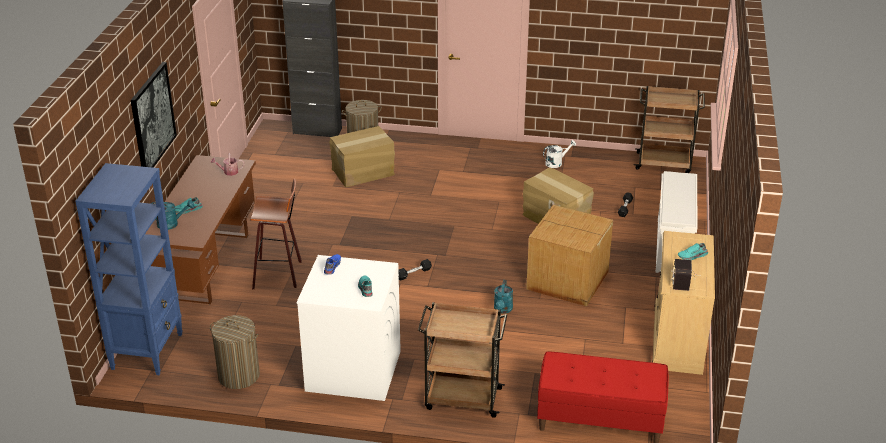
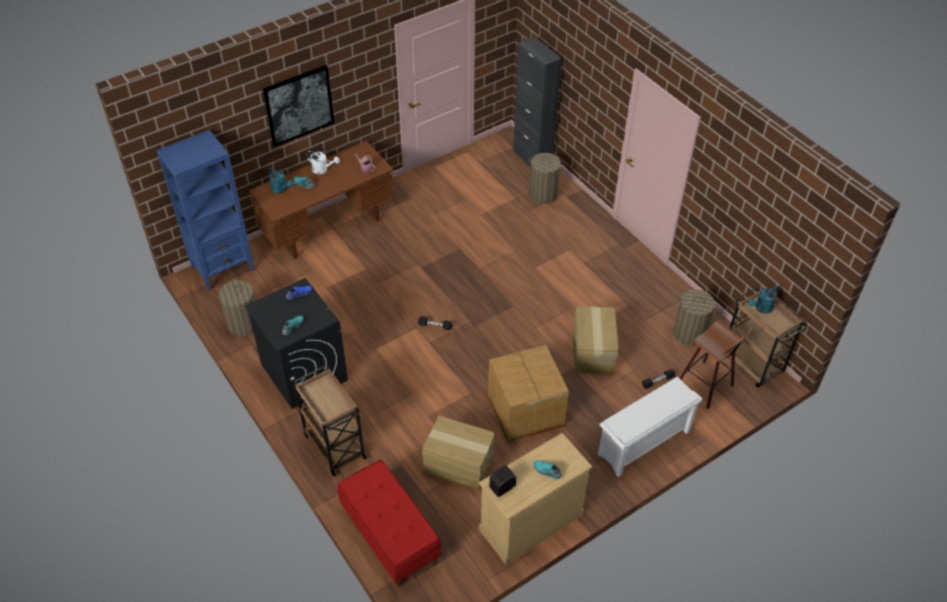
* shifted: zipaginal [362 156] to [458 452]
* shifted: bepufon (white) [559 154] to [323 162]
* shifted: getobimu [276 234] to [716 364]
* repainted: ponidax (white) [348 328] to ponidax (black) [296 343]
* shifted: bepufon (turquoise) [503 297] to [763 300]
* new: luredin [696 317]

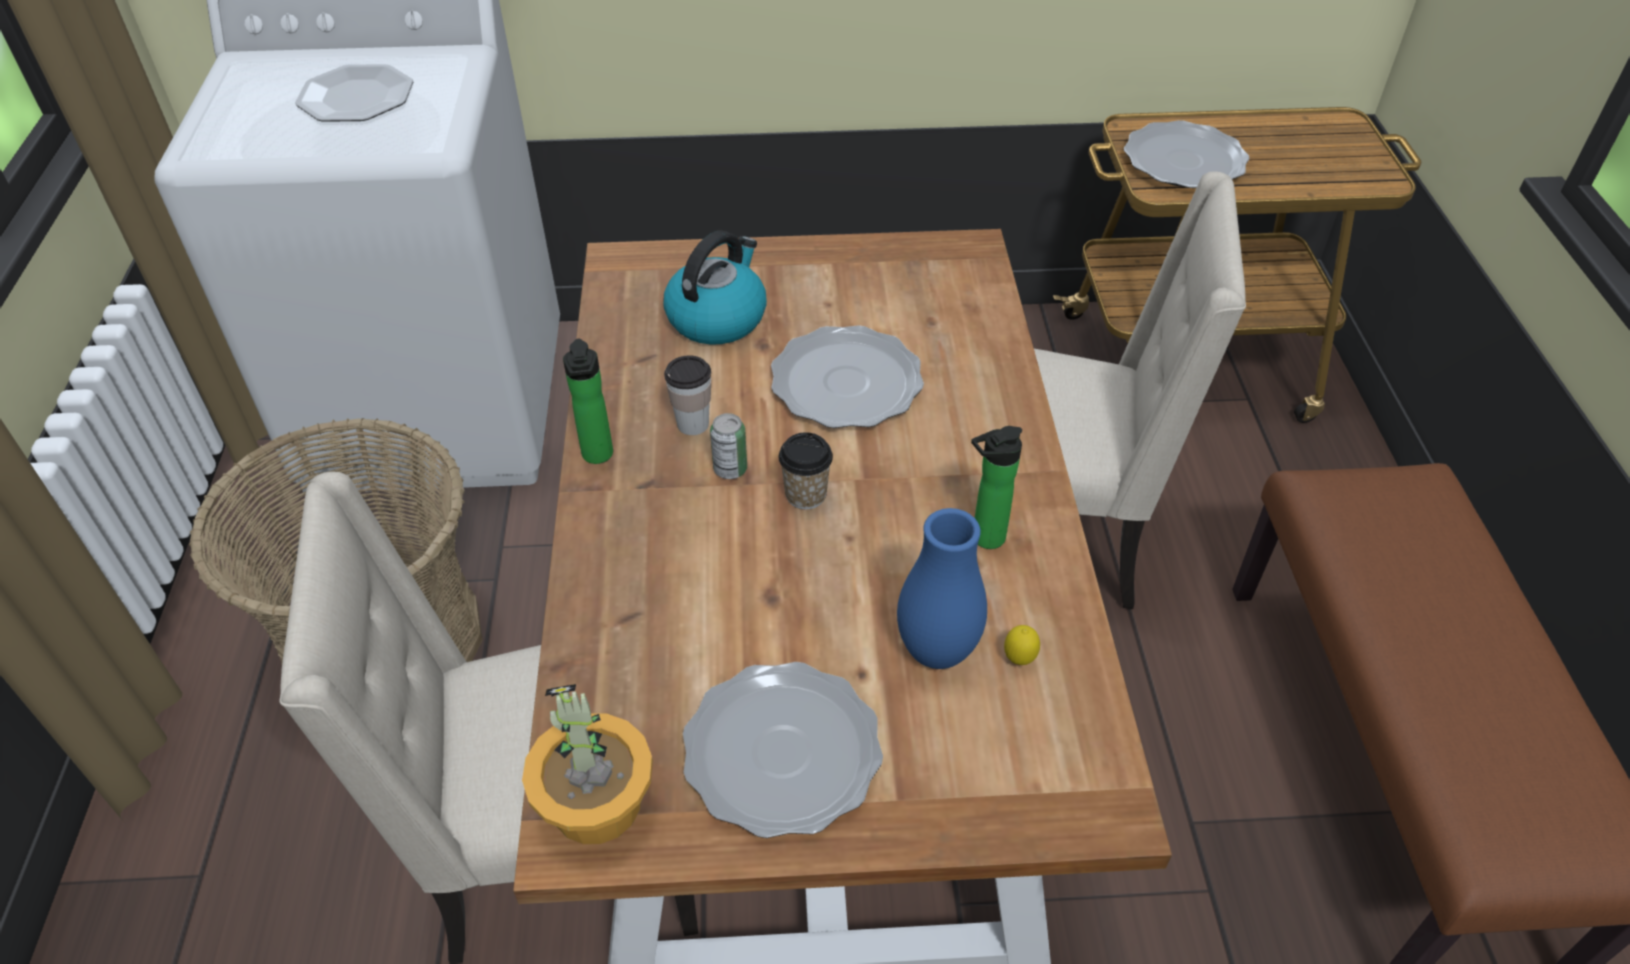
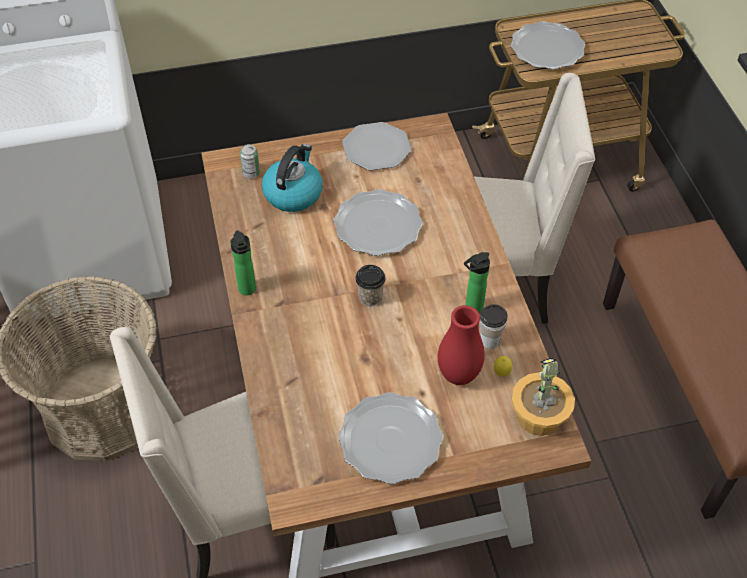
* shifted: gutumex [354 93] to [376 146]
* shifted: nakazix [687 395] to [494 326]
* shifted: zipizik [728 446] to [250 161]
* repainted: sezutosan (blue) [942 588] to sezutosan (red) [461 345]
* shifted: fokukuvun [587 764] to [543 397]

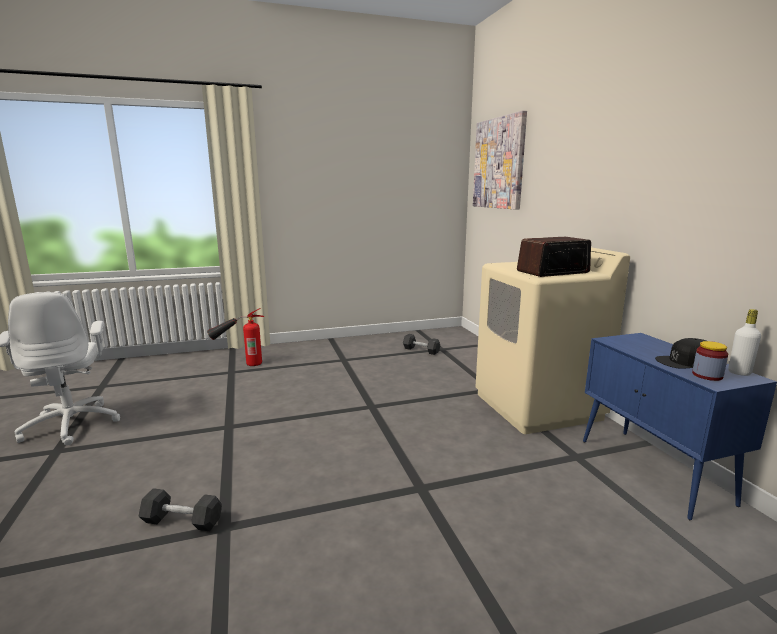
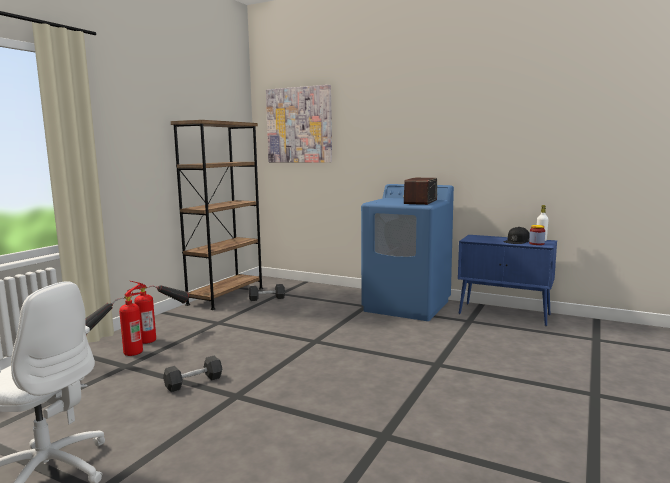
* repainted: ponidax (beige) [553 340] to ponidax (blue) [407 252]
* shifted: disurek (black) [180 509] to [192 374]
* new: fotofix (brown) [217 215]
* new: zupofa [158 312]

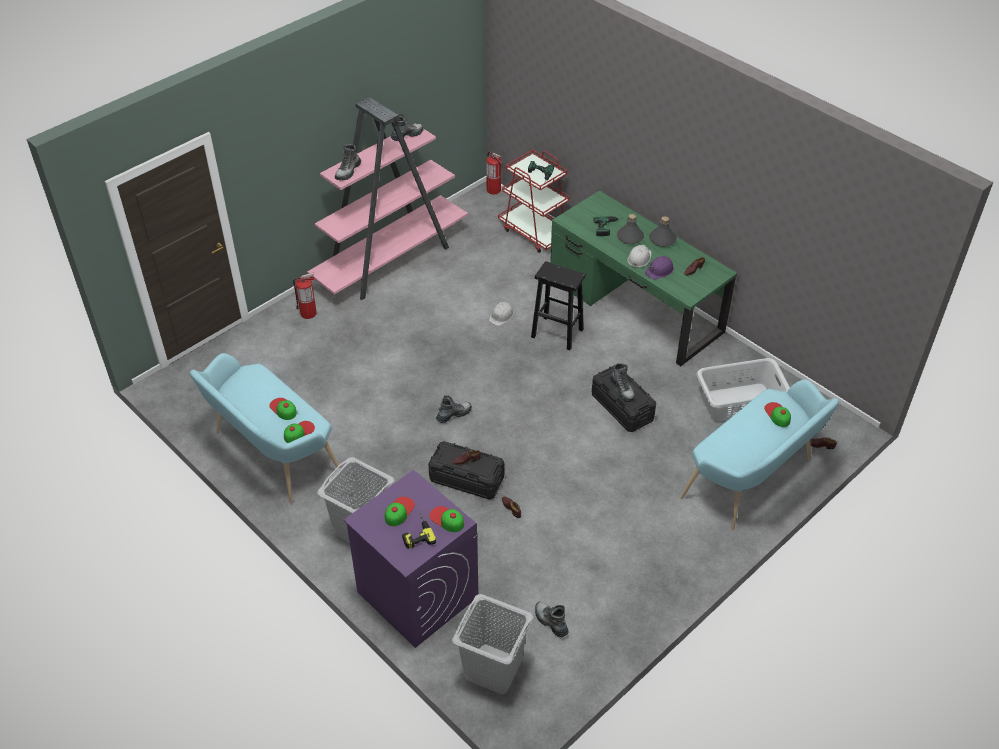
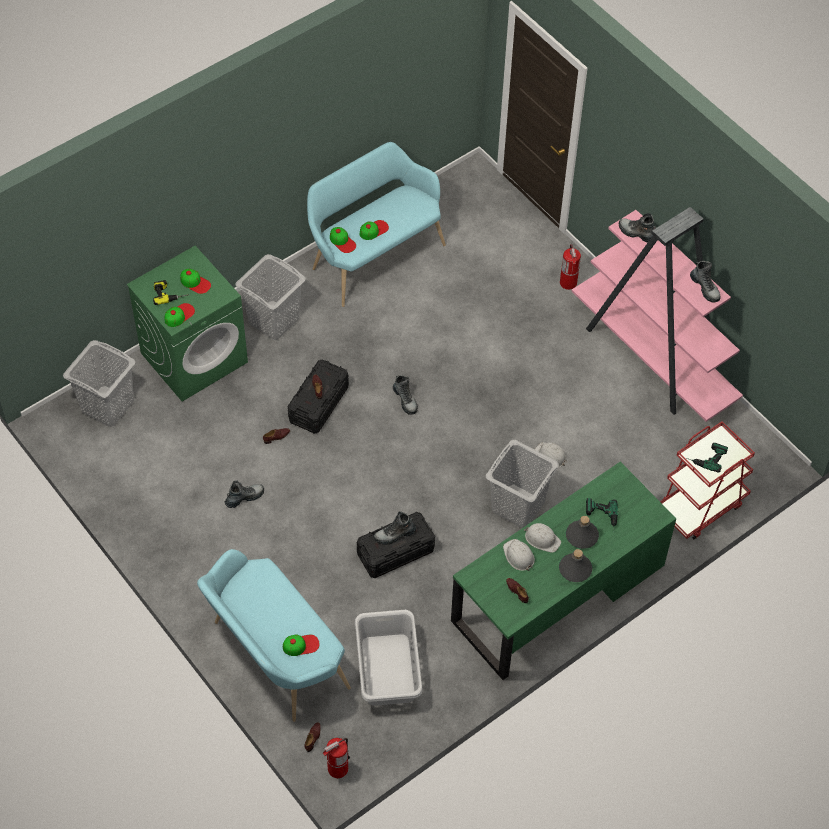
* shifted: zupofa [494 173] to [336 758]
* repainted: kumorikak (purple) [659 267] to kumorikak (white) [519 555]
* swapped: getobimu (black) [558 305] to luredin (grey) [522 484]
* repainted: ponidax (purple) [411 559] to ponidax (green) [187 324]
* shifted: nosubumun [551 619] to [244 494]

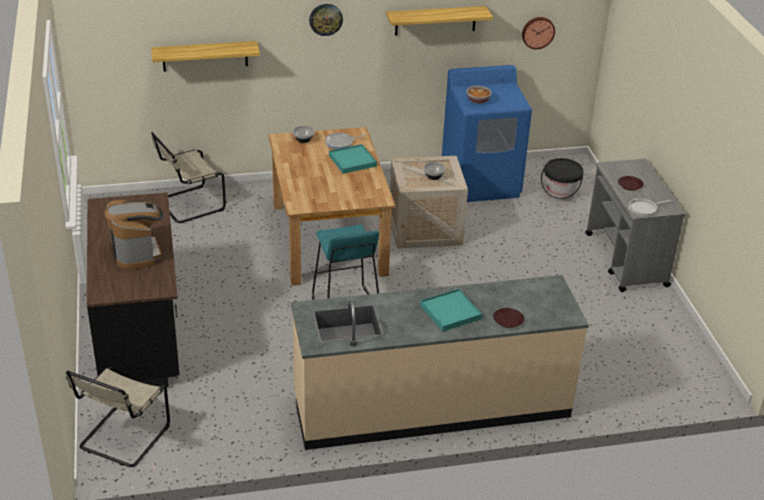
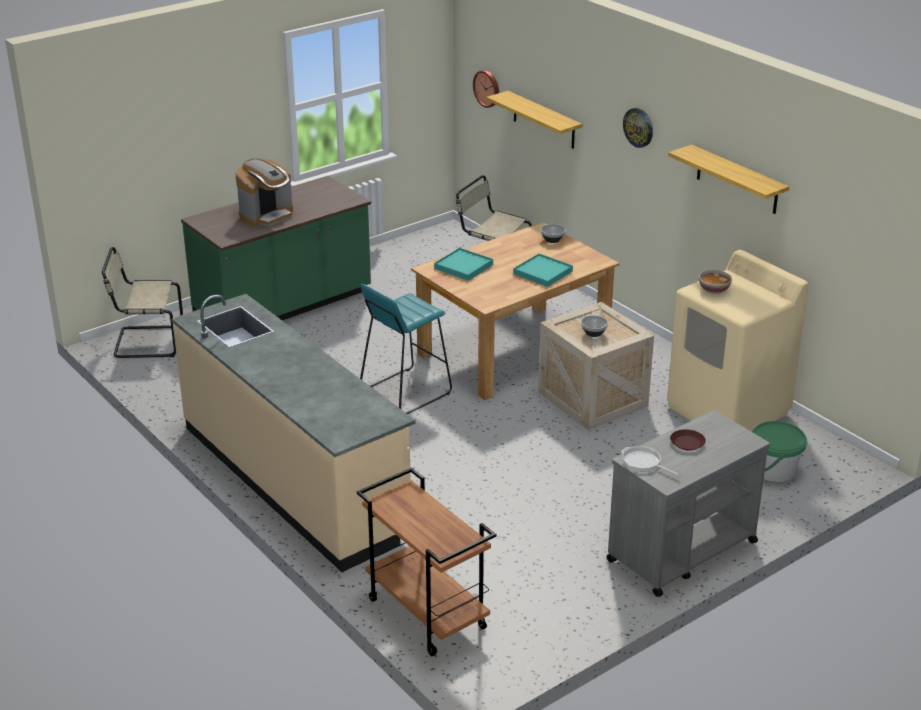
* shifted: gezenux [538 33] to [486 89]
* repainted: ponidax (blue) [487 133] to ponidax (beige) [737 341]
* gone: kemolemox [345 141]
* repainted: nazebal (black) [562 179] to nazebal (green) [779 451]
* repainted: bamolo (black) [133 289] to bamolo (green) [276 248]
* shifted: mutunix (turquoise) [451 310] to [463 264]
* gone: gutumex (brown) [508 318]
* new: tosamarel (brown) [426 562]

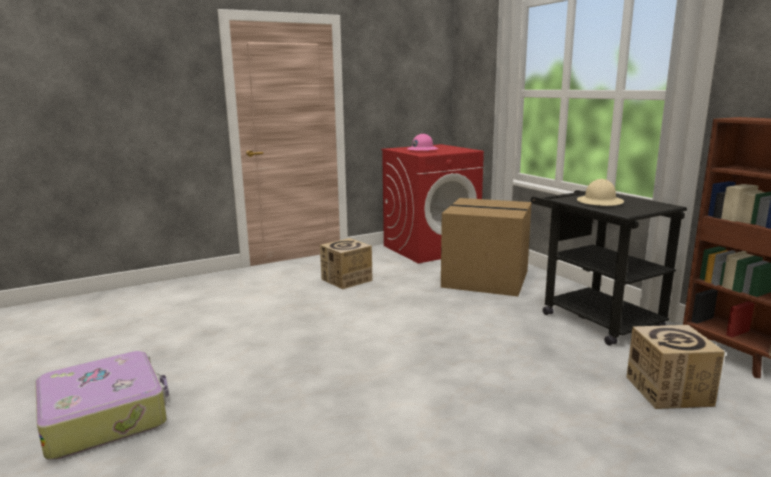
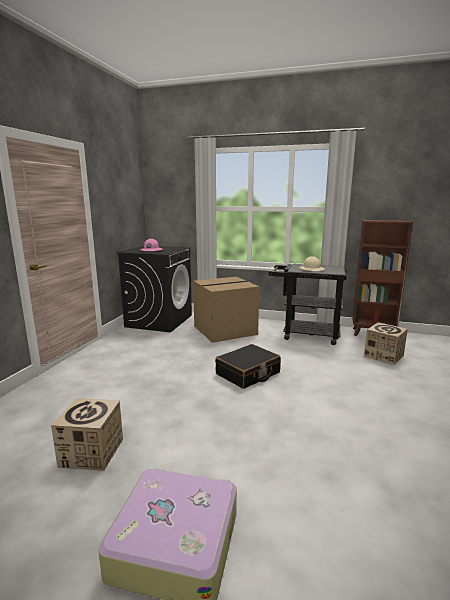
* repainted: ponidax (red) [432 203] to ponidax (black) [154 289]
* shifted: zipaginal [346 263] to [87 434]
* new: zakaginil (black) [248 366]

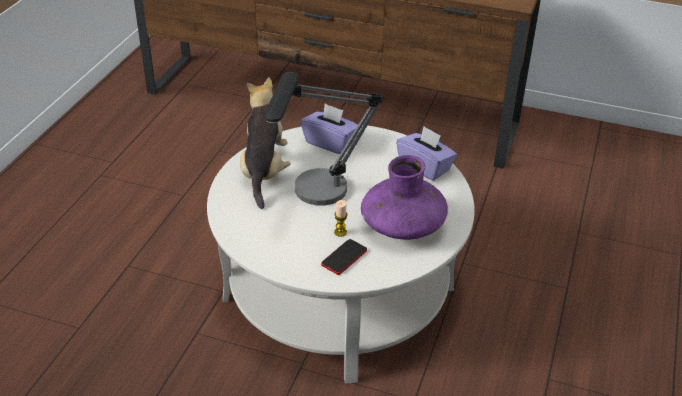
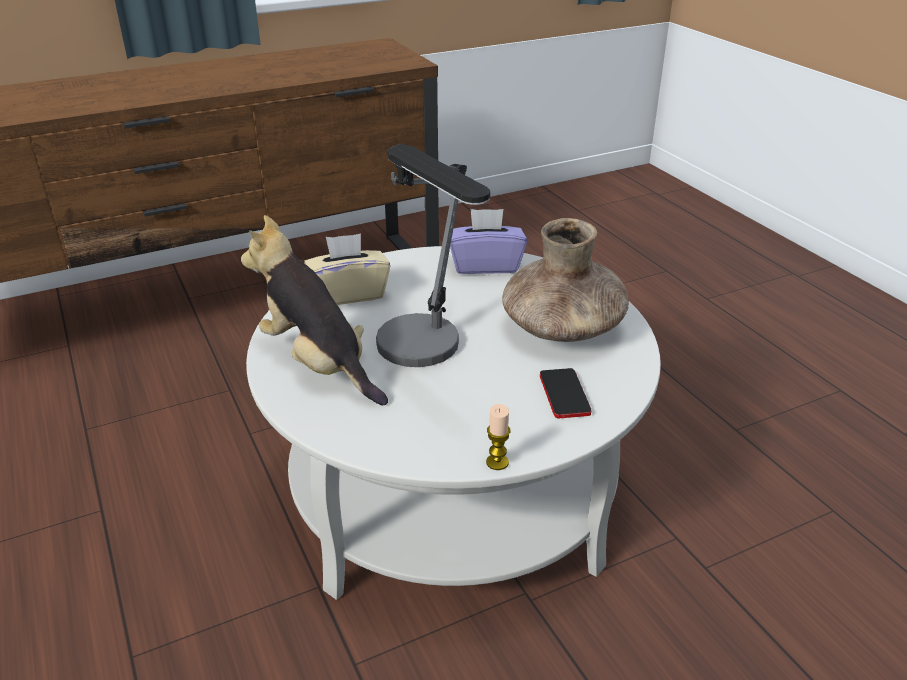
* repainted: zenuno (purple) [329 128] to zenuno (beige) [347 269]
* repainted: sezutosan (purple) [404 197] to sezutosan (brown) [565 280]
* shifted: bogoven [341 218] to [498 437]

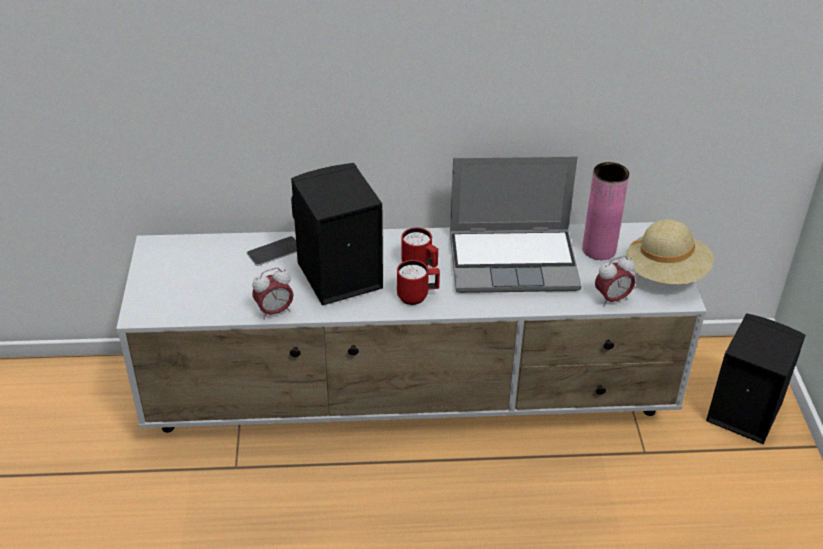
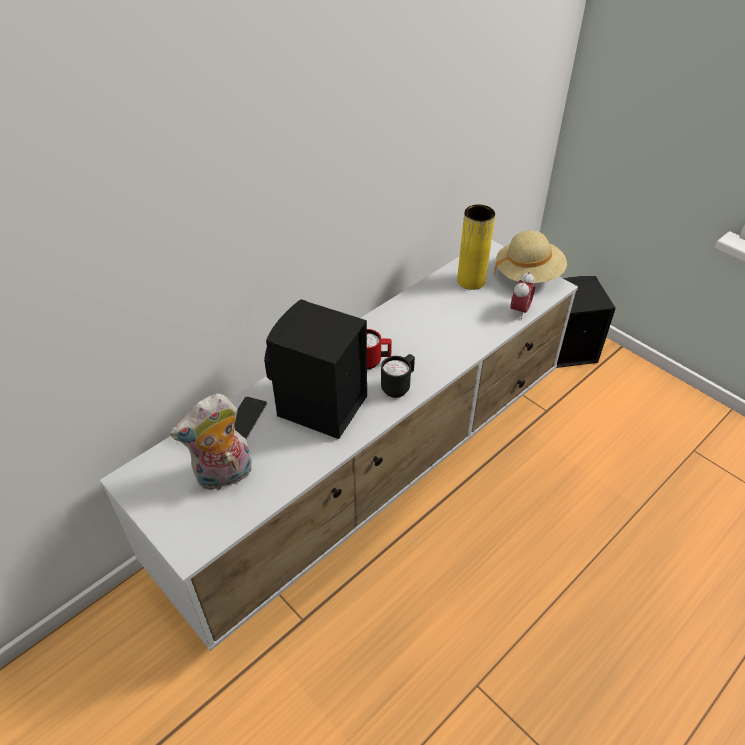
* gone: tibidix [516 224]
* repainted: sezutosan (pink) [605 211] to sezutosan (yellow) [476 247]
* repainted: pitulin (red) [418 282] to pitulin (black) [398 376]
* gone: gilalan [273 293]
* new: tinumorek [211 442]

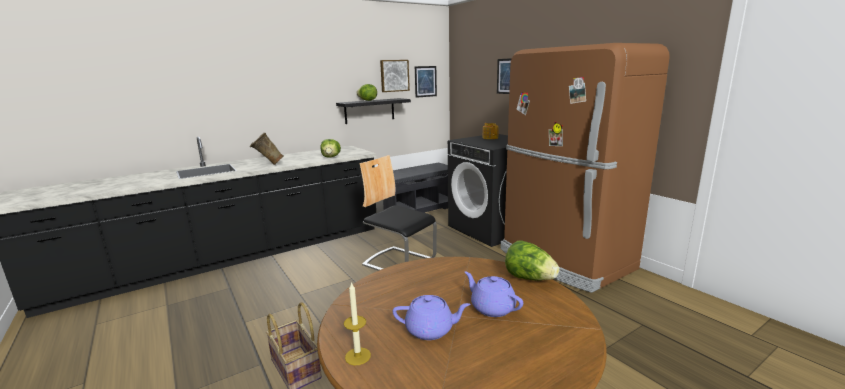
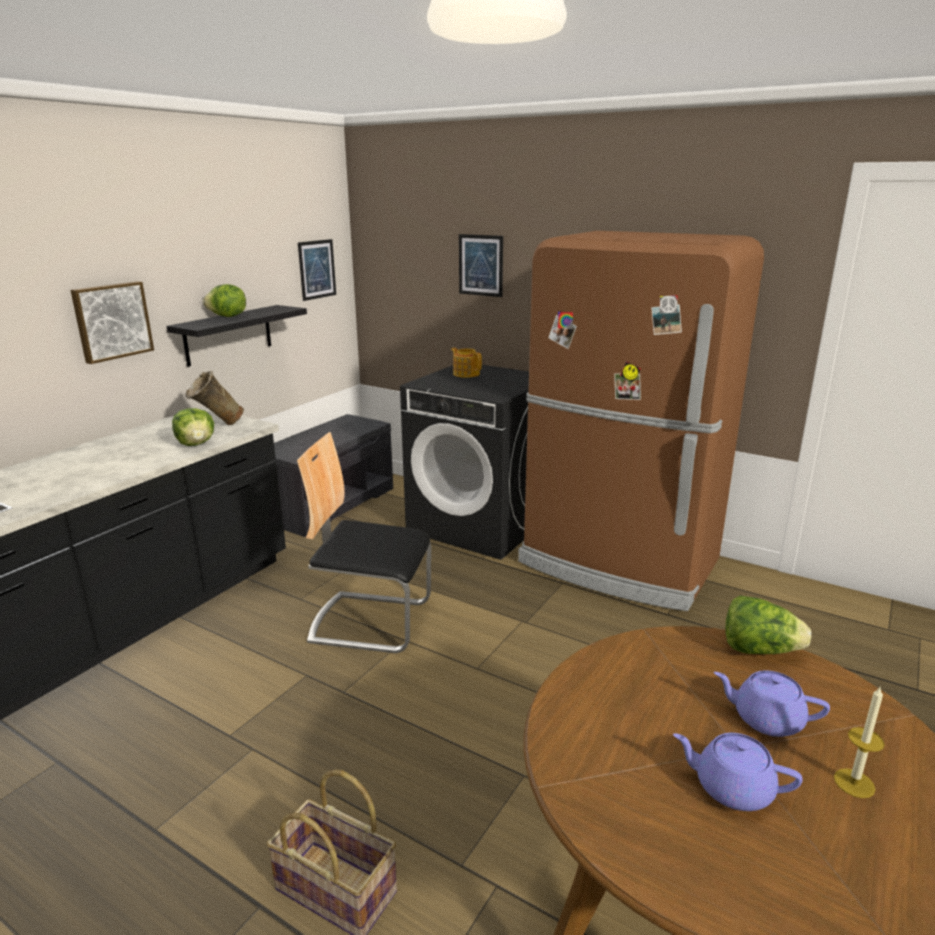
* shifted: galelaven [395 76] to [112 322]
* shifted: sezutosan (beige) [266 149] to [214 398]
* shifted: bogoven [357 323] to [859 742]
* rotated: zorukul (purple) [431 317] = [738 772] 135 degrees counterclockwise

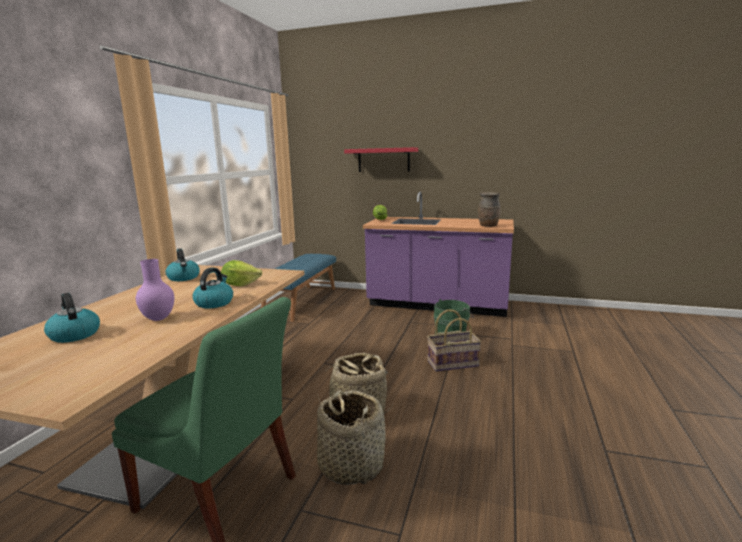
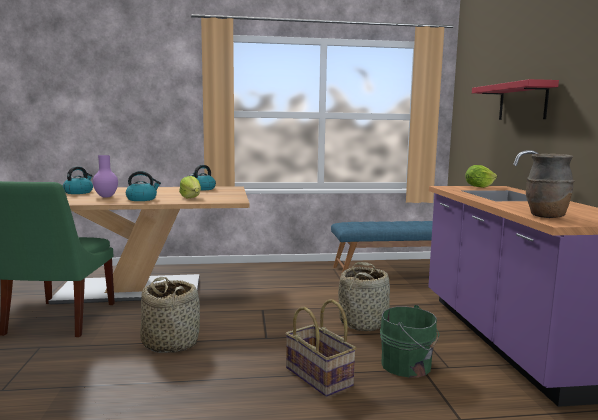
* shifted: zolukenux [351 437] to [364 296]

